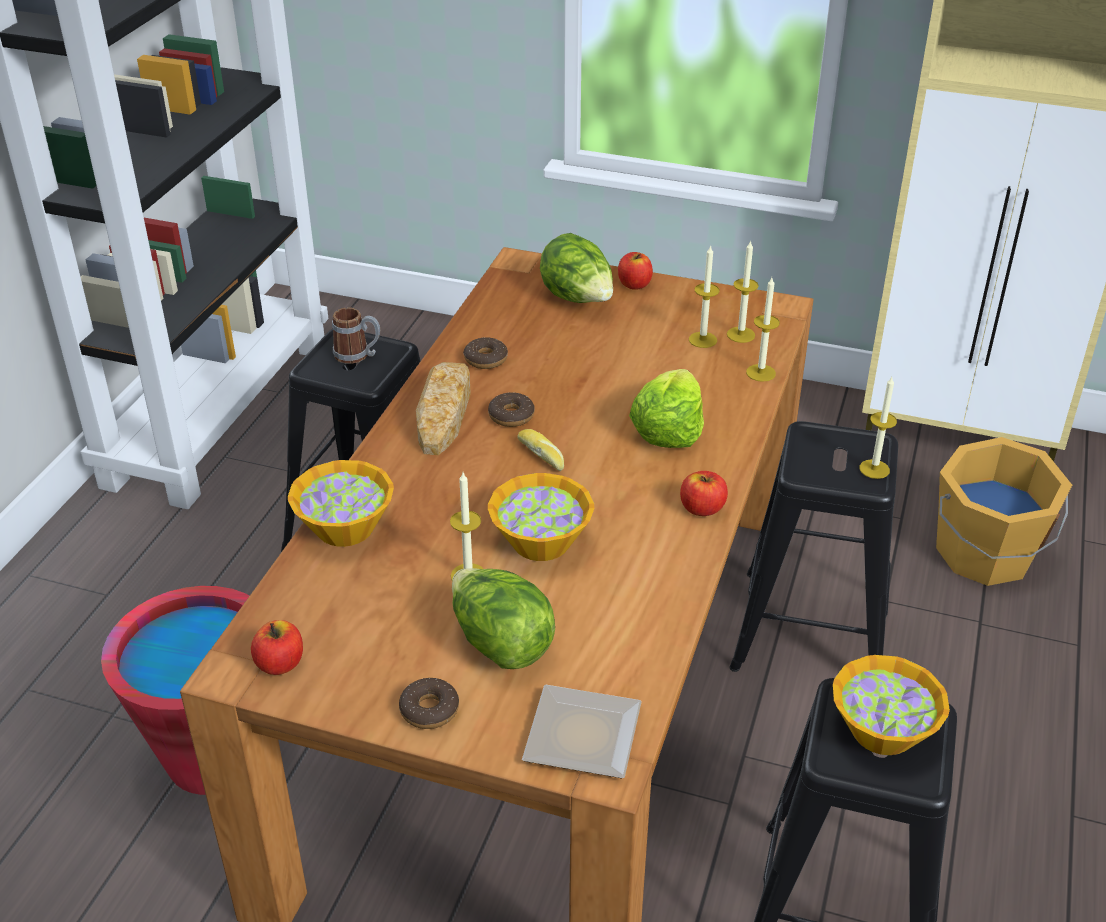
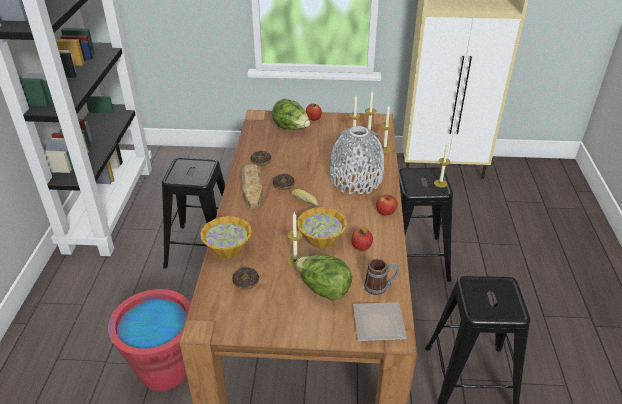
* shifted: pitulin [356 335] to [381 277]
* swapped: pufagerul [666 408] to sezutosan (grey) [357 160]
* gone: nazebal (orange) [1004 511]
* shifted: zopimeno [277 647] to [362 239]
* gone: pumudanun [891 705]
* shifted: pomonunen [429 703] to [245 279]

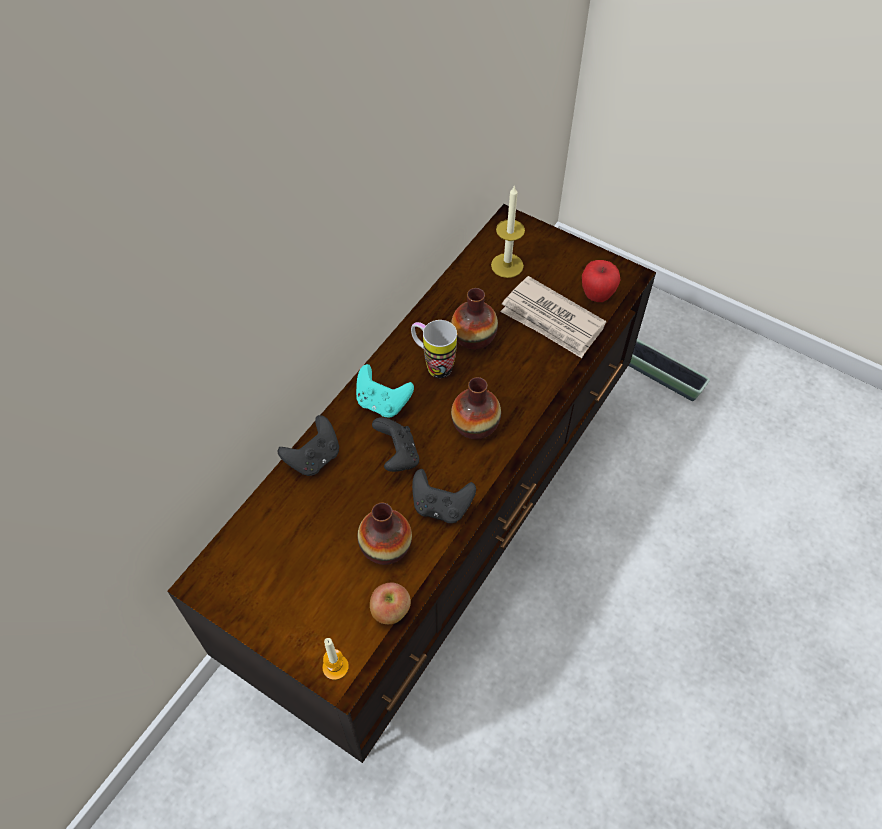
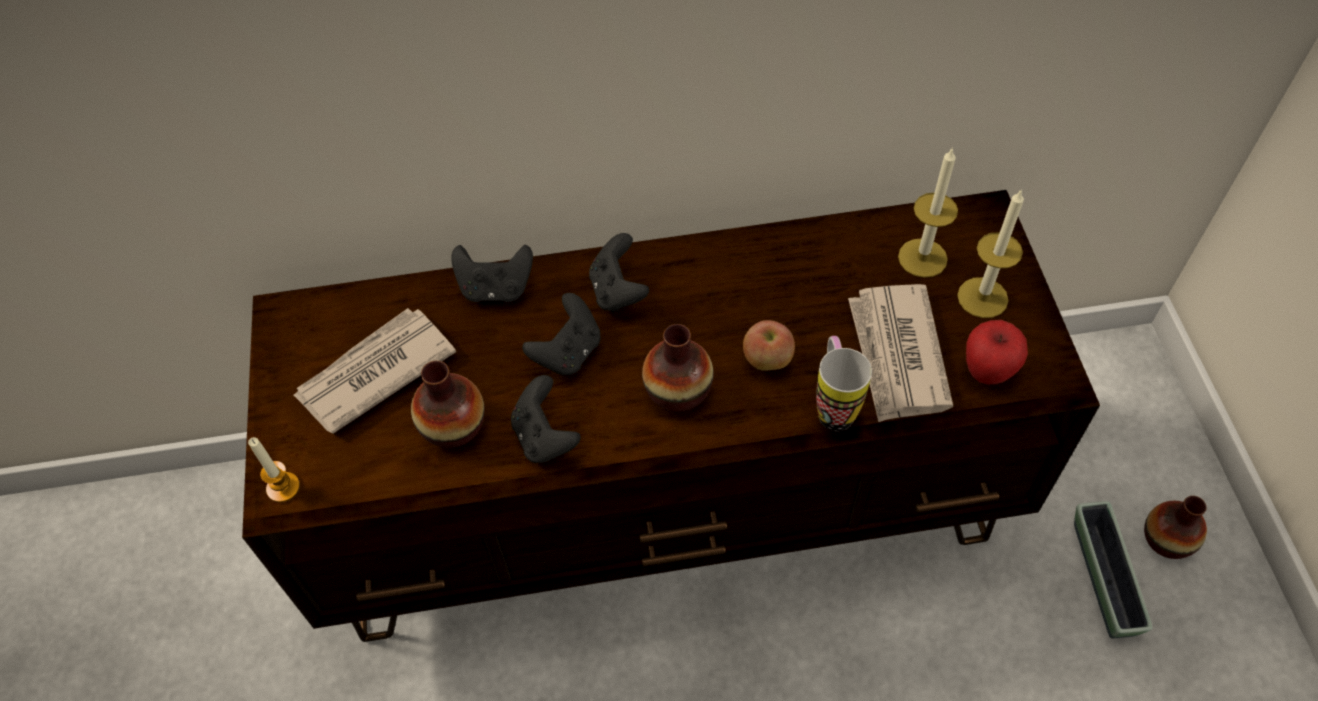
* shifted: sezutosan [474 318] to [1175 527]
* shifted: pitulin [434 349] to [844 383]
* repainted: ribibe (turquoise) [385 390] to ribibe (black) [619 272]
* shifted: zopimeno [390 603] to [769 345]
* new: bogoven [990 253]
* new: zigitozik [375 371]

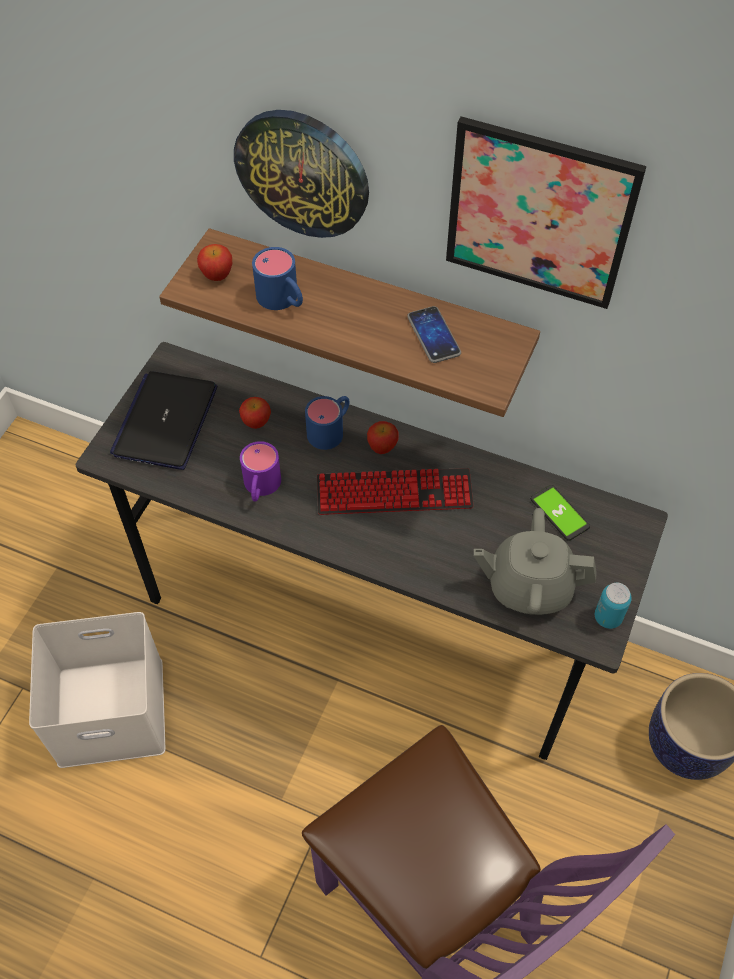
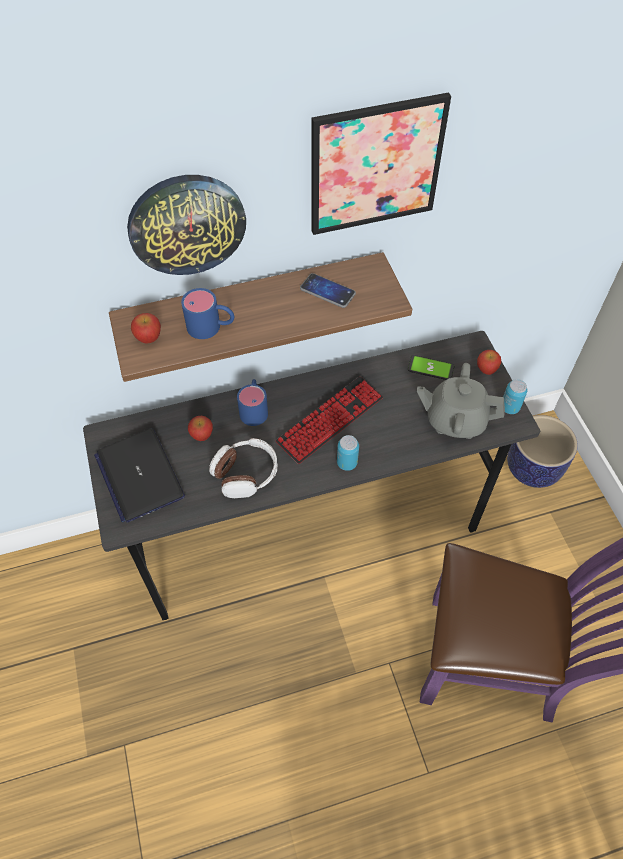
* shifted: zopimeno [383 437] to [489 362]
* swapped: pitulin (purple) [260 471] to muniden [243 468]
* rotated: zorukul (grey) [535 561] = [461 401] 45 degrees clockwise
* gone: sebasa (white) [97 690]
* new: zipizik [348 453]

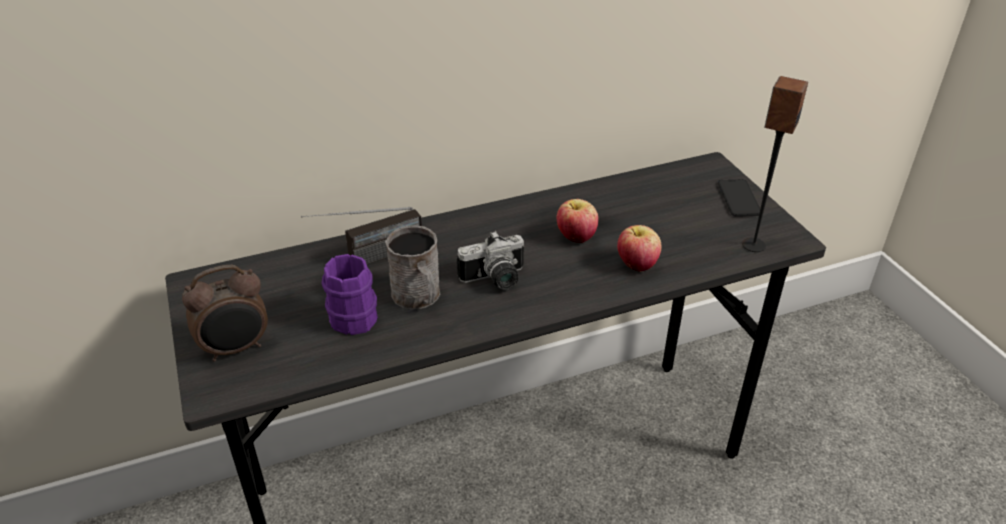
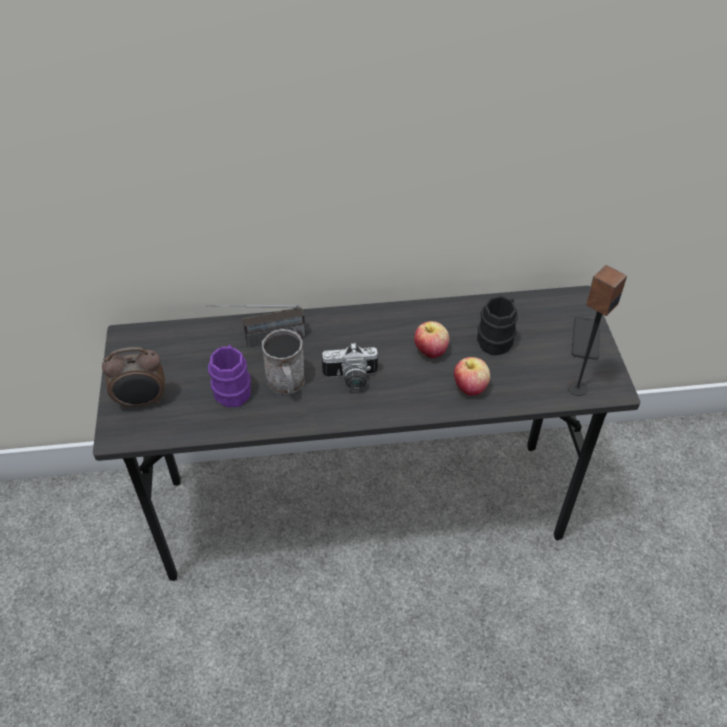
* new: pitulin (black) [497 326]

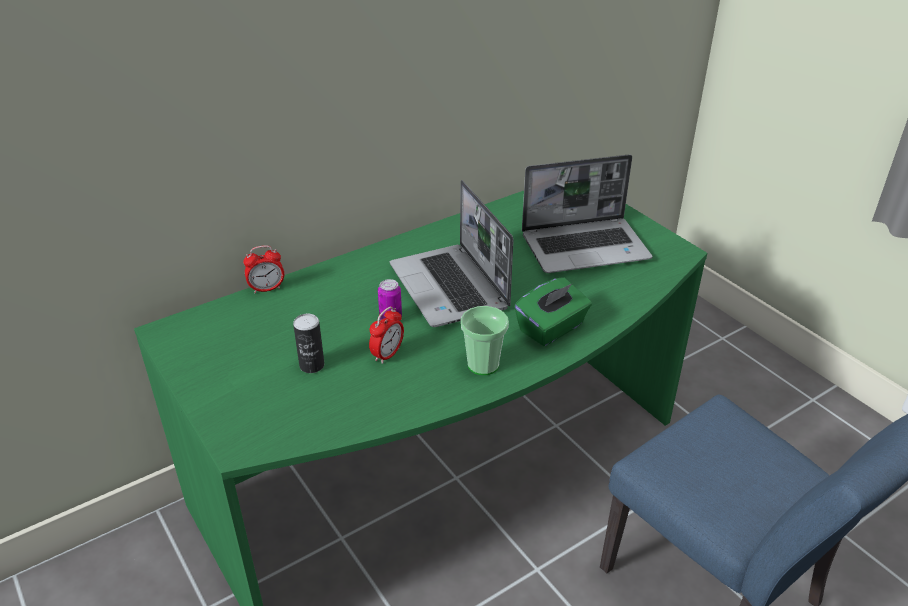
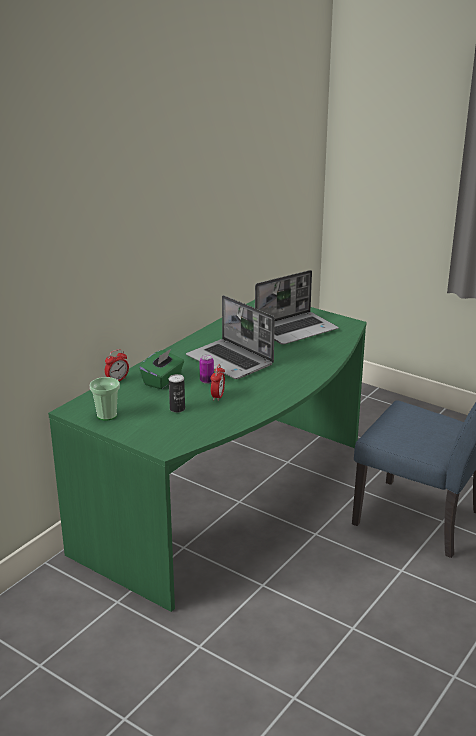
* shifted: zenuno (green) [553 311] to [161 369]
* shifted: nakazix [485 340] to [104 399]

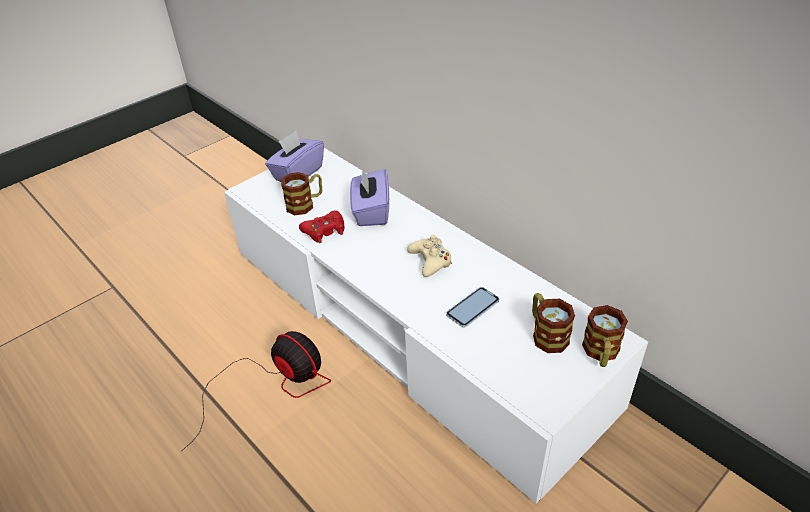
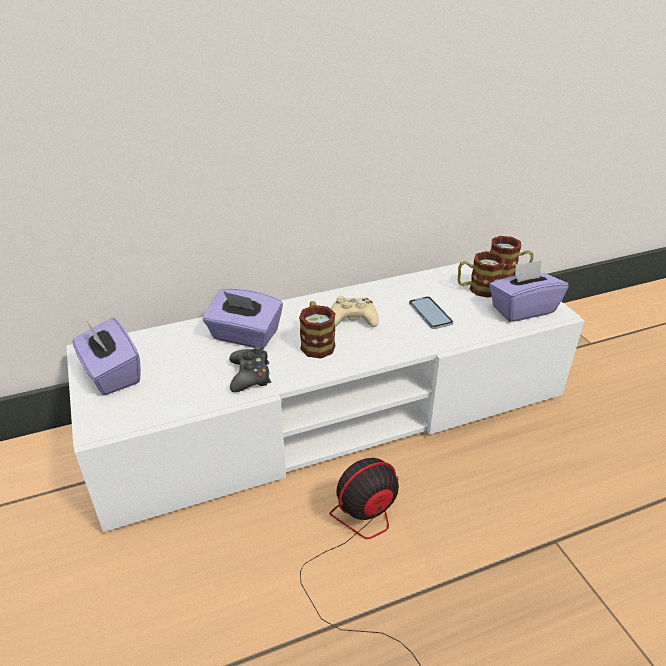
* shifted: pitulin [301 193] to [317 329]
* repainted: ribibe (red) [321 227] to ribibe (black) [250 369]
* new: zenuno (purple) [529 291]

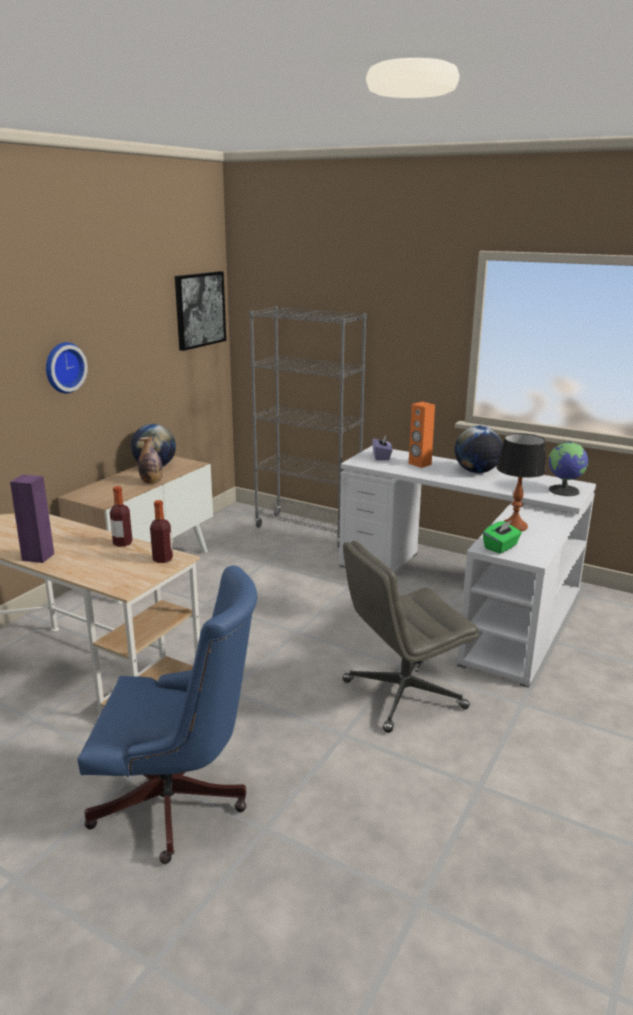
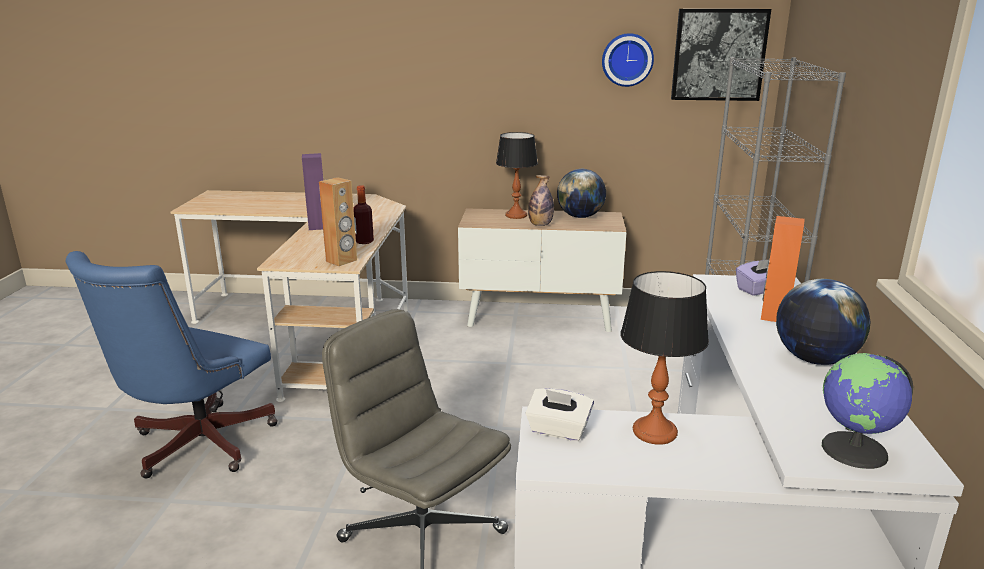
* shifted: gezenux [67 368] to [628 60]
* swapped: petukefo [161 531] to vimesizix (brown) [338 221]
* repainted: zenuno (green) [502 537] to zenuno (white) [559 414]
* rotated: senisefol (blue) [167 714] = [172 365] 45 degrees clockwise
* new: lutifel [517 175]

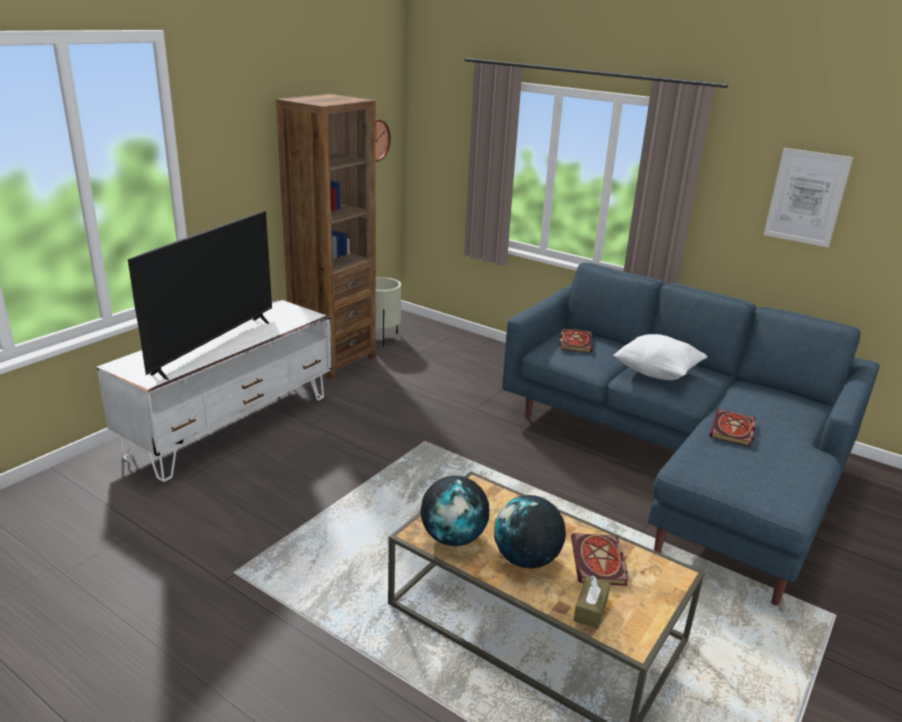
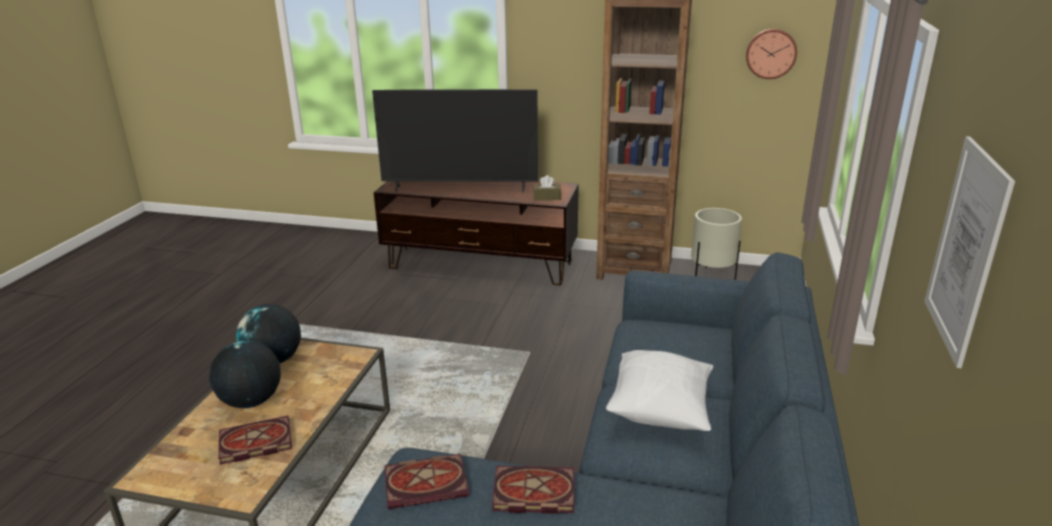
* repainted: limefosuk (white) [214 390] to limefosuk (brown) [476 233]
* shifted: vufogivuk [576 340] to [427 481]
* shifted: zenuno (brown) [591 602] to [547 187]

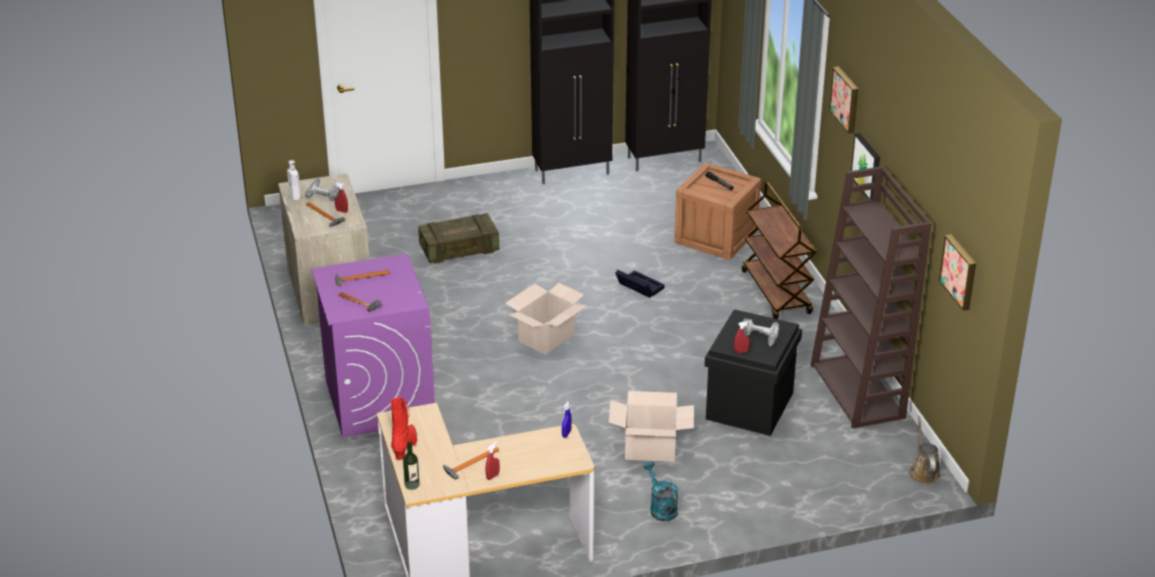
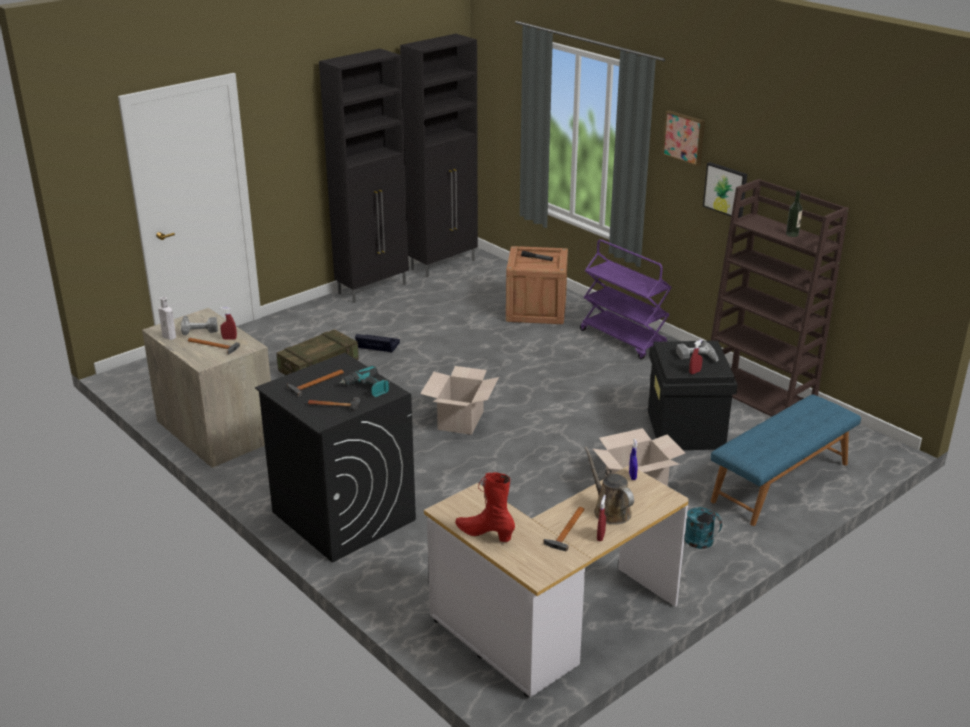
* repainted: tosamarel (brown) [779 250] to tosamarel (purple) [626 299]
* gone: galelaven [957 272]
* repainted: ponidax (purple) [373 346] to ponidax (black) [335 458]
* shifted: sebasa (black) [640 284] to [377 343]
* rotated: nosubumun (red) [404 428] = [485 507] 45 degrees counterclockwise
* shifted: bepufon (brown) [924 450] to [609 485]
* shifted: petukefo [411 465] to [794 214]
* new: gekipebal [364 381]
* new: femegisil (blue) [786 460]

